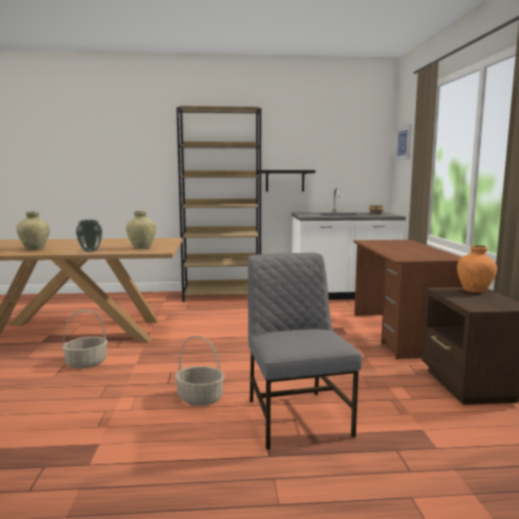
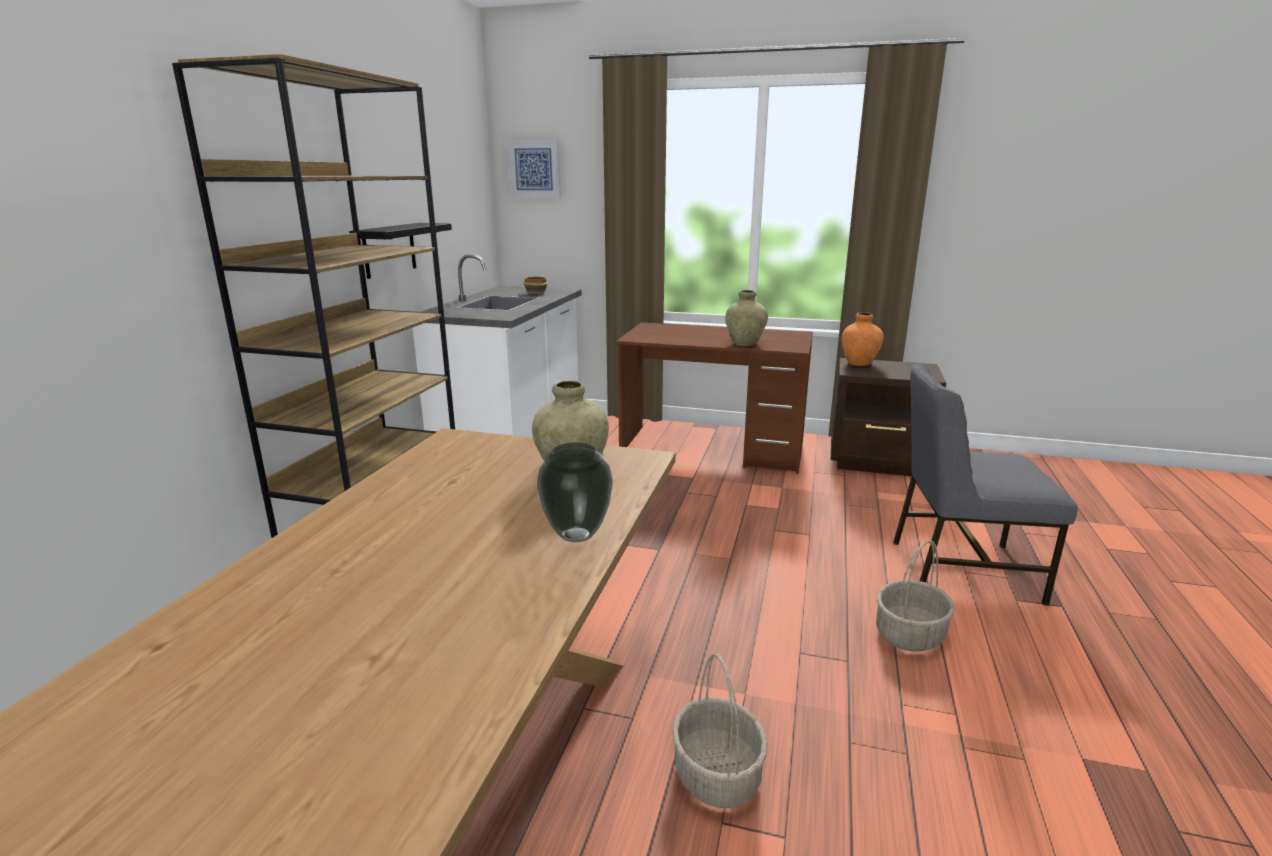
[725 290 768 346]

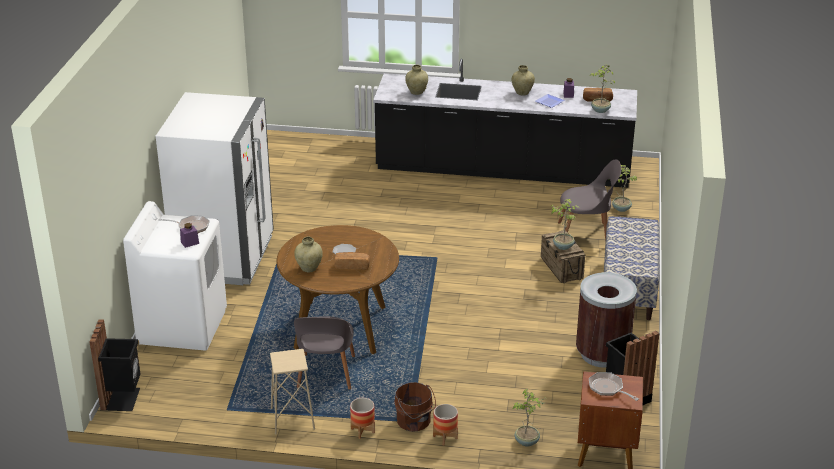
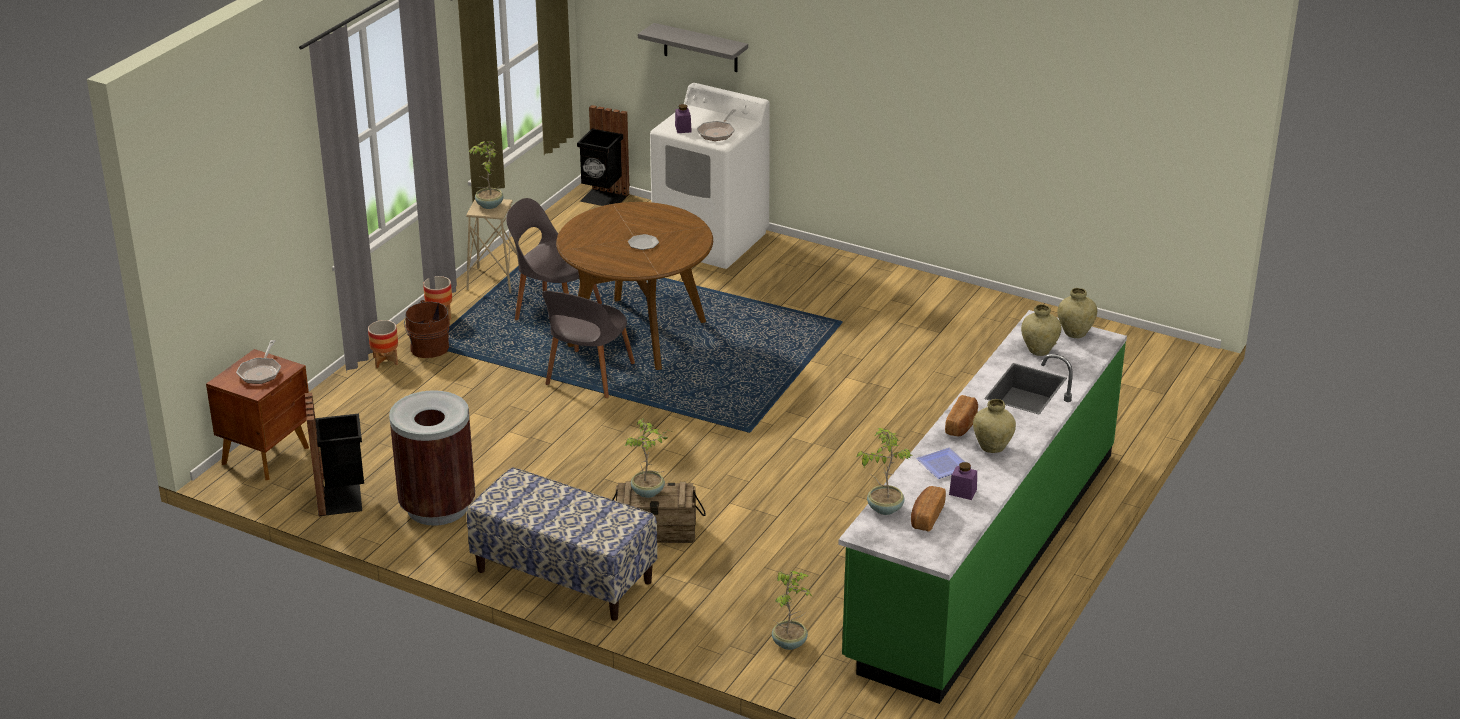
[156 92 274 285] (first image)
[1057 288 1097 338]
[945 395 978 437]
[838 310 1127 704]
[469 141 504 209]
[542 291 635 398]
[236 340 281 384]
[638 23 748 72]

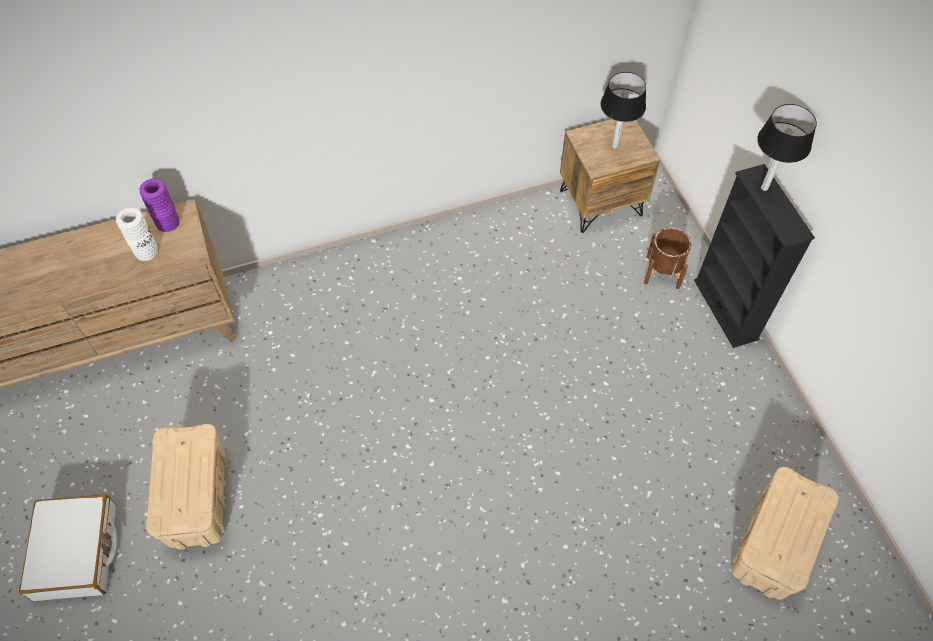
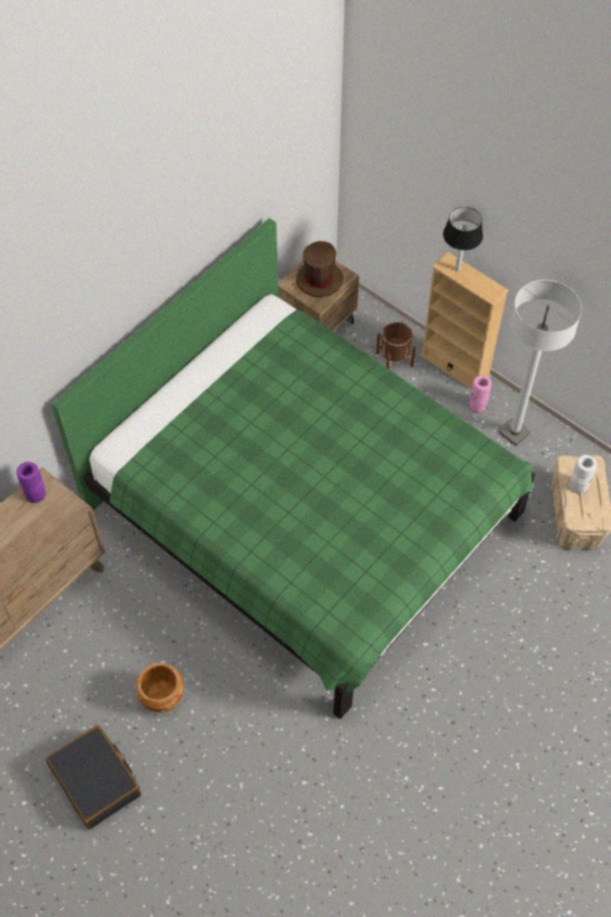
[46 725 141 830]
[569 455 597 493]
[136 663 184 712]
[296 241 344 297]
[420 252 509 390]
[52 218 535 719]
[469 375 492 413]
[499 280 582 446]

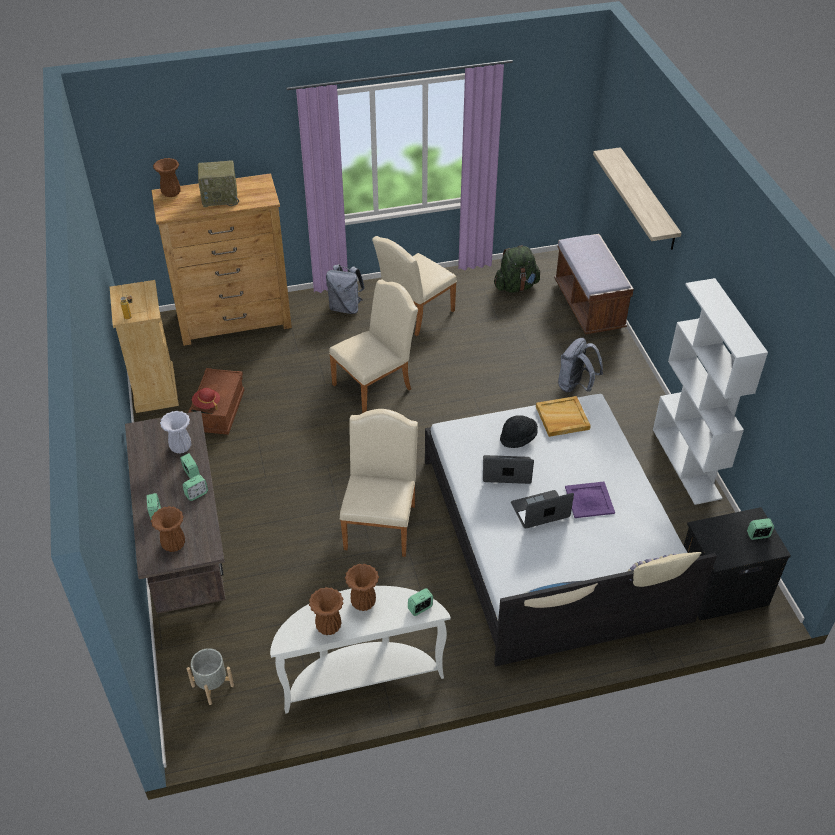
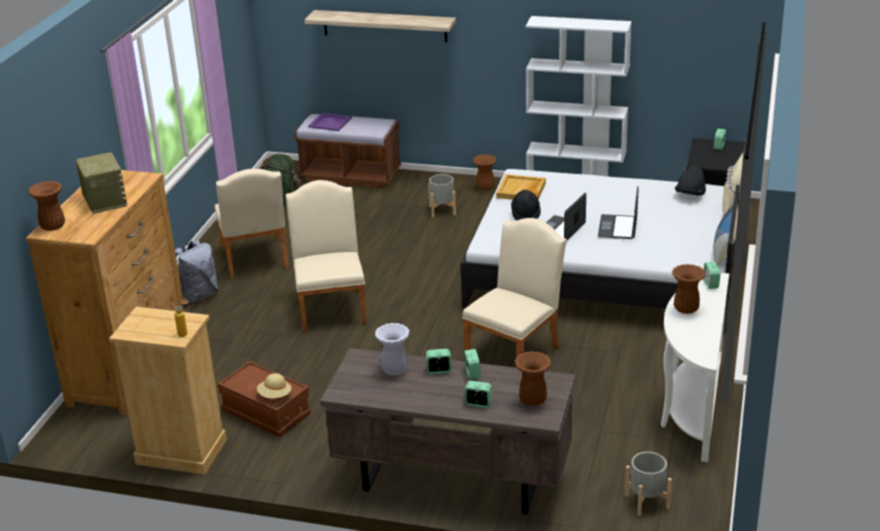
[257 373 292 398]
[76 152 127 214]
[473 154 497 190]
[462 218 567 357]
[428 174 456 217]
[308 113 352 131]
[675 165 706 195]

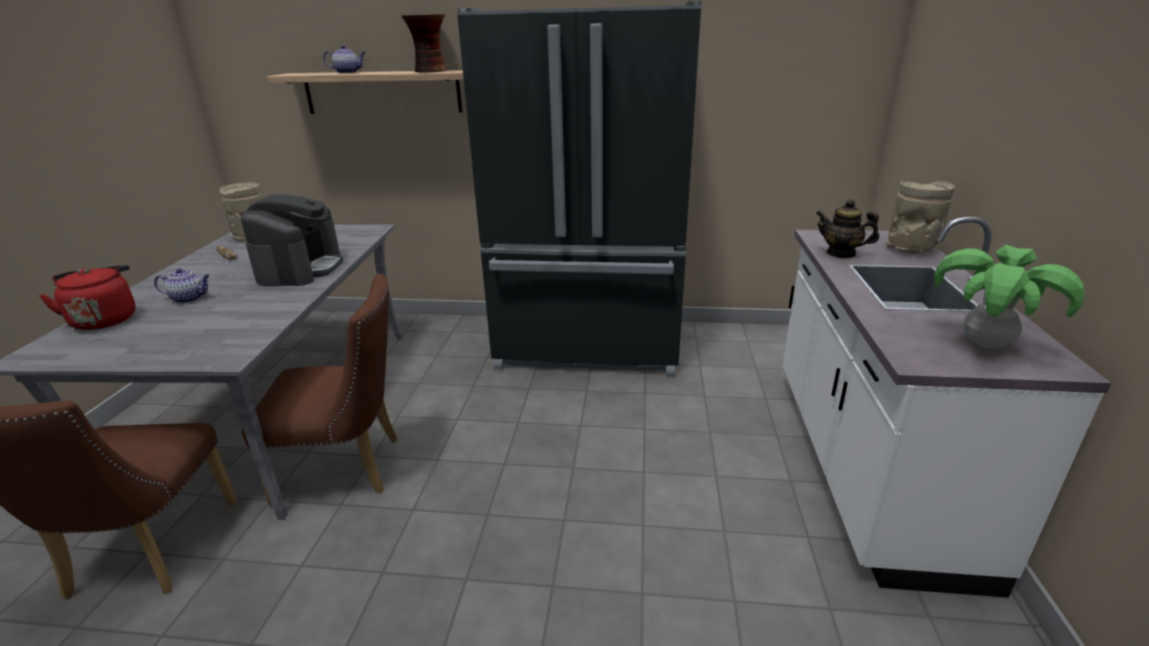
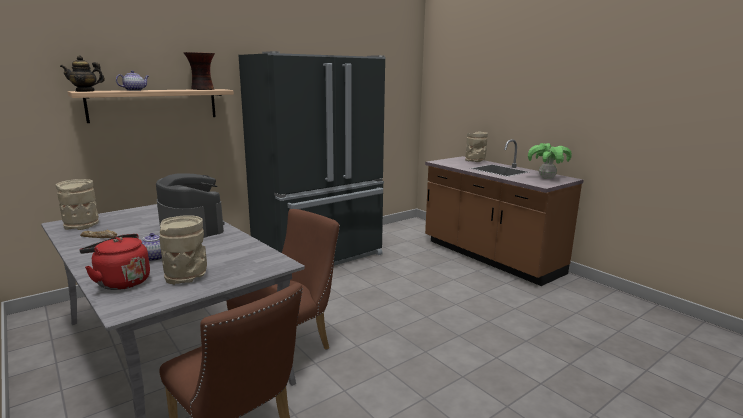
[425 139 583 286]
[60 55 105 92]
[159 215 207 285]

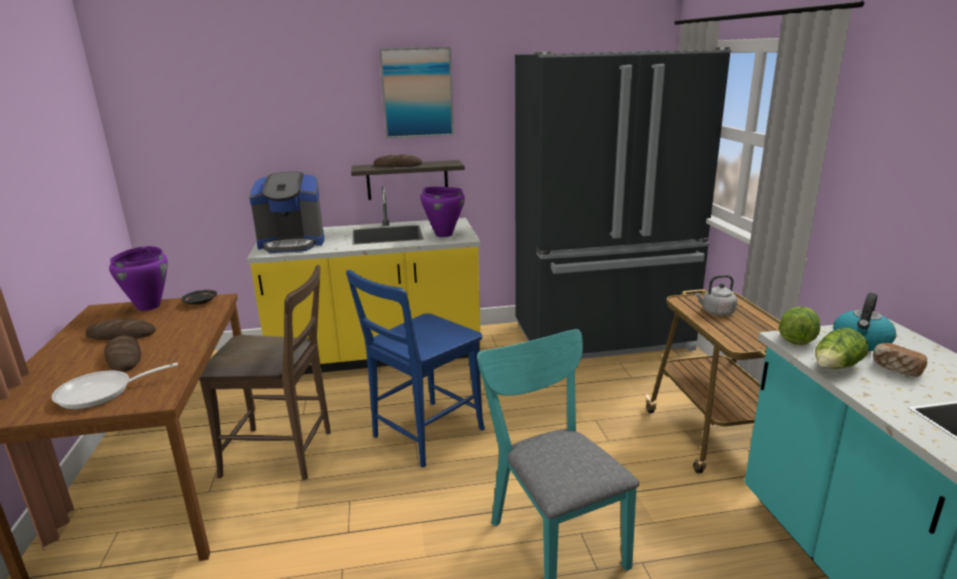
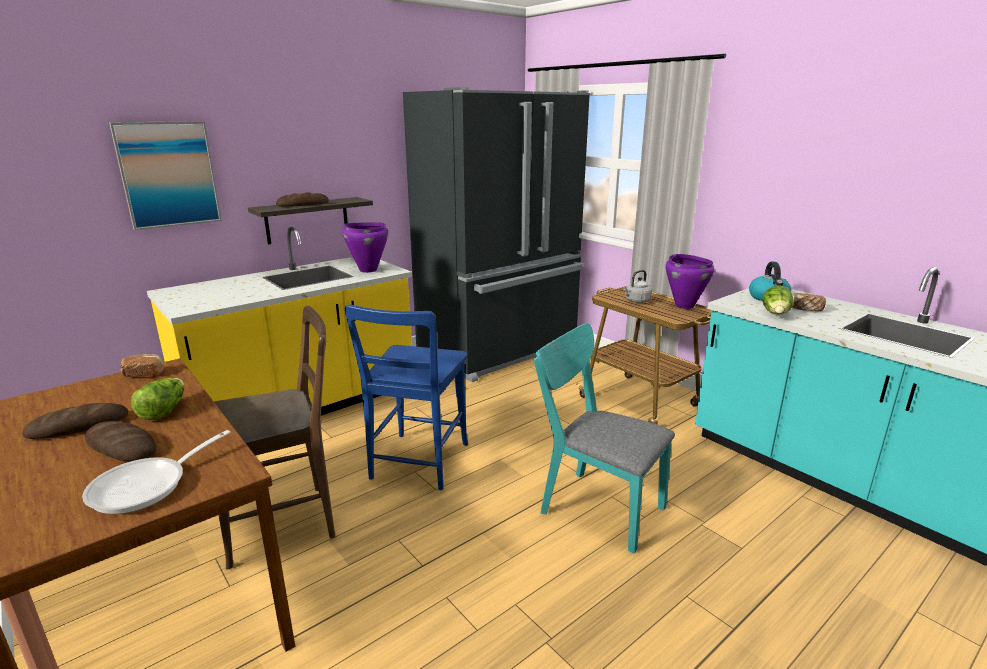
[666 254 714 309]
[121 354 164 377]
[249 172 324 253] (first image)
[109 121 222 230]
[131 378 184 420]

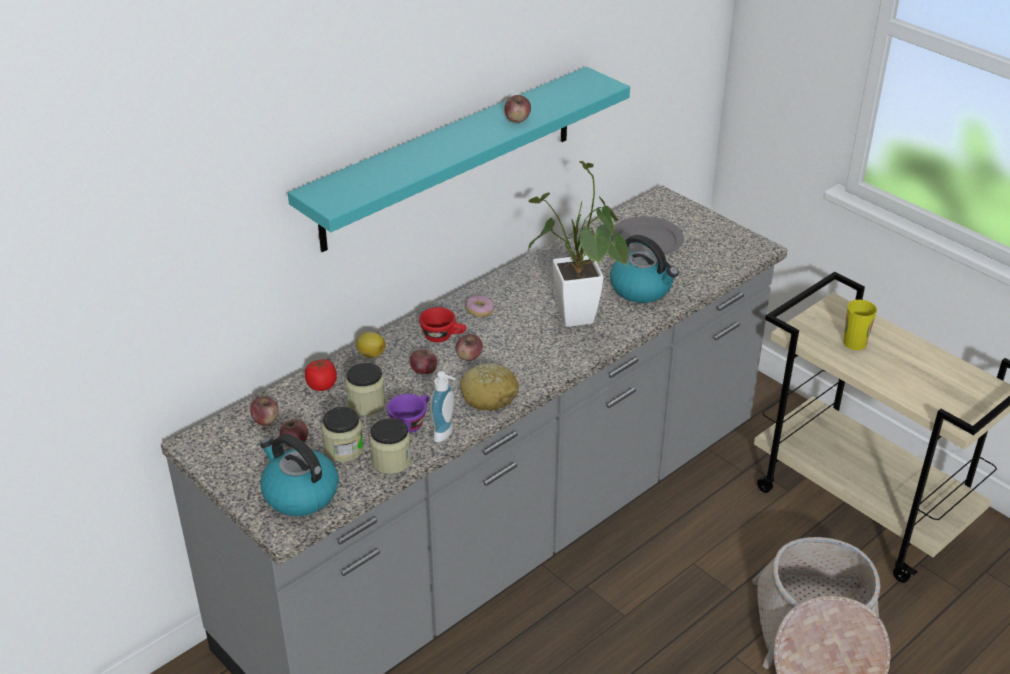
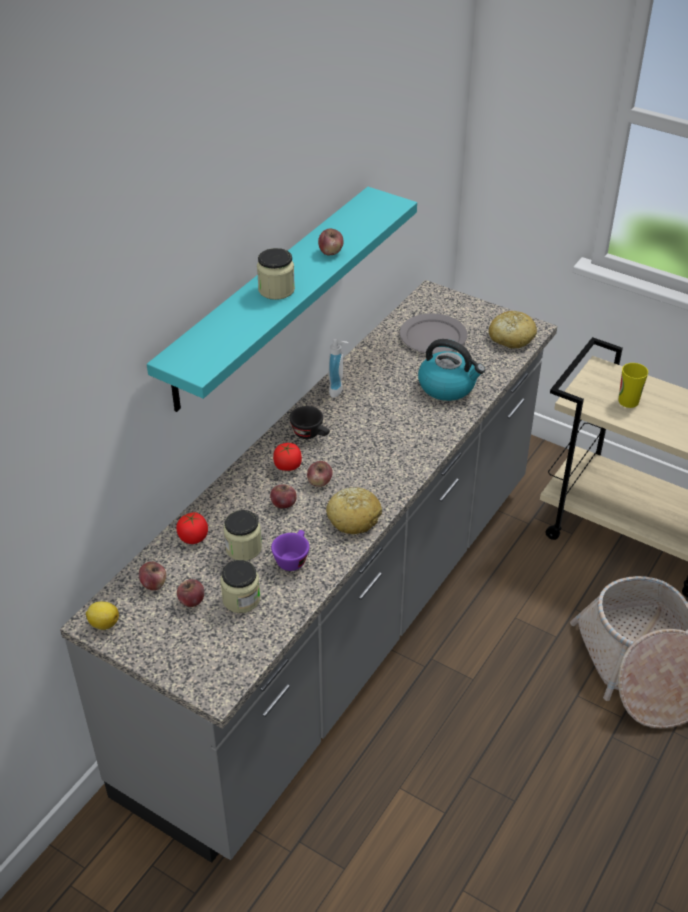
[260 434 339 516] (first image)
[86 601 119 630]
[257 248 295 300]
[273 443 302 471]
[328 339 349 398]
[289 406 330 439]
[527 161 629 327] (first image)
[489 311 537 348]

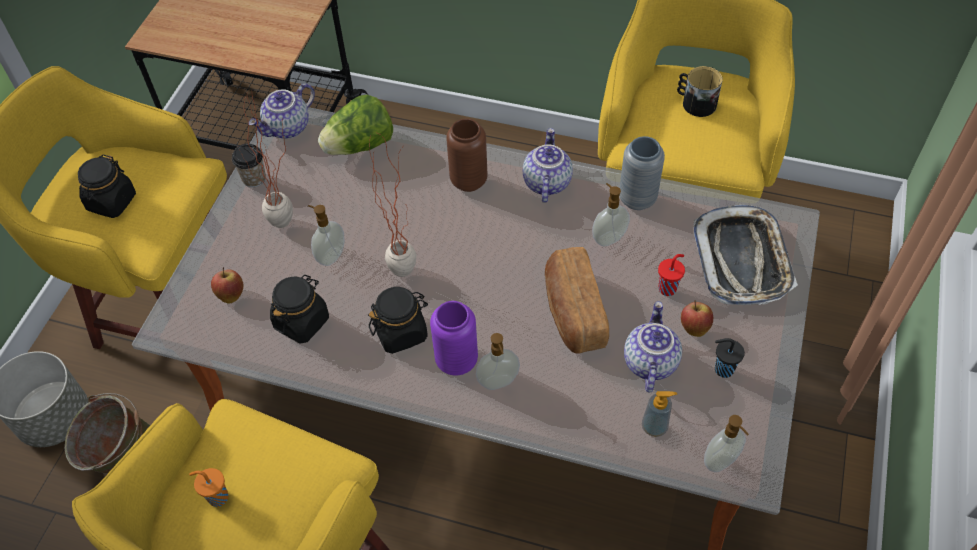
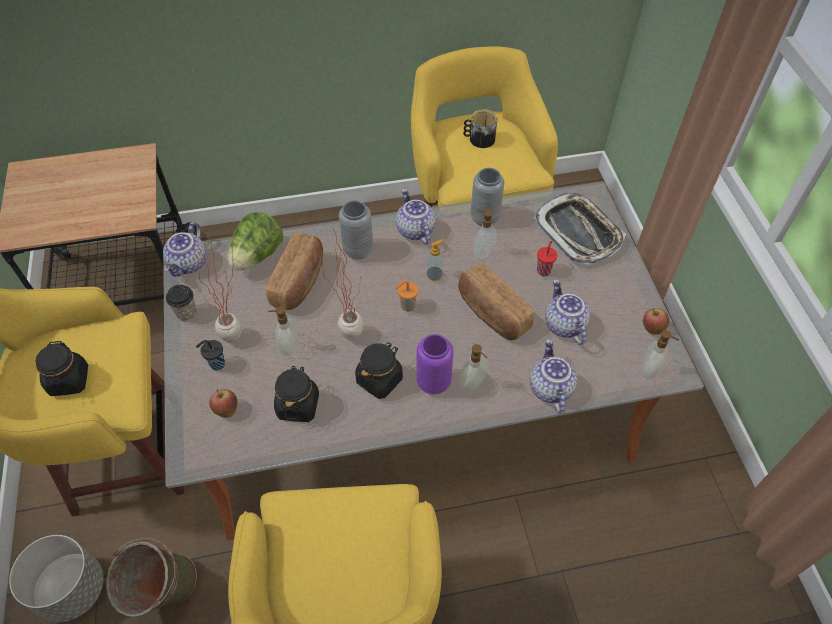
[395 280 418 311]
[339 200 373 259]
[425 239 445 281]
[643 308 669 335]
[196 340 225 370]
[266 232 323 310]
[530 339 577 414]

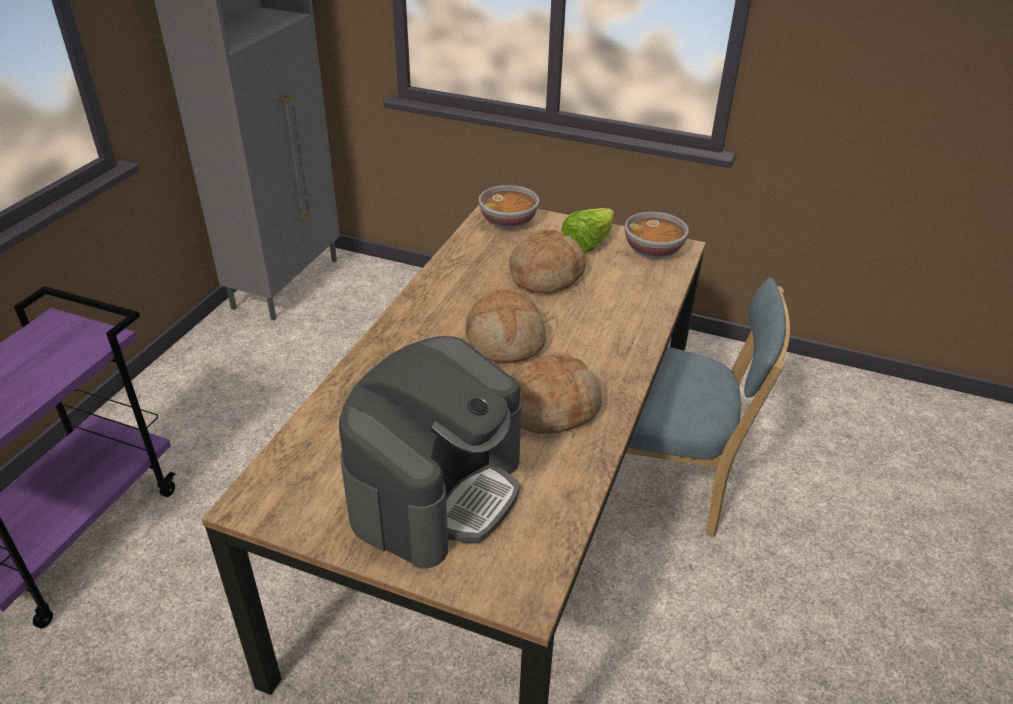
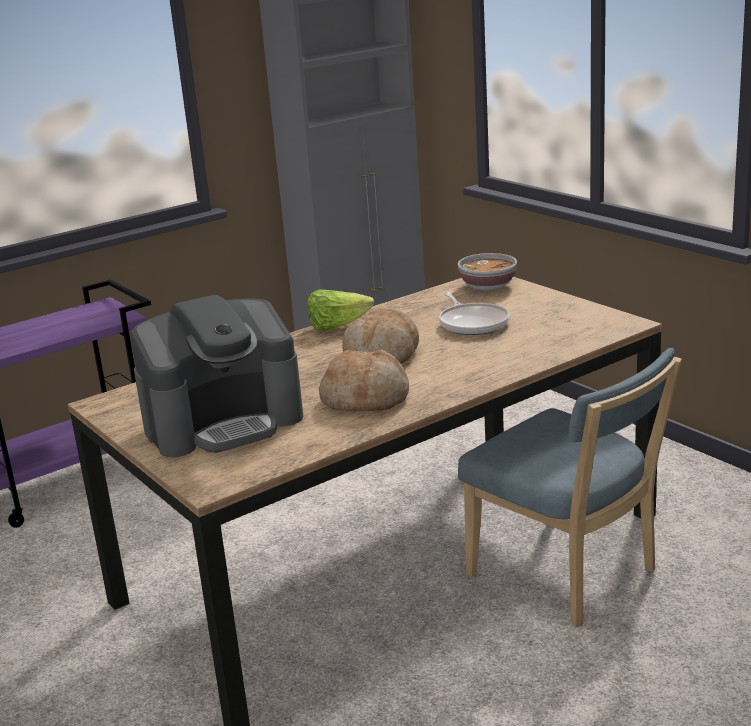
[439 292 510 335]
[308 290 374 331]
[625 212 689 259] (first image)

